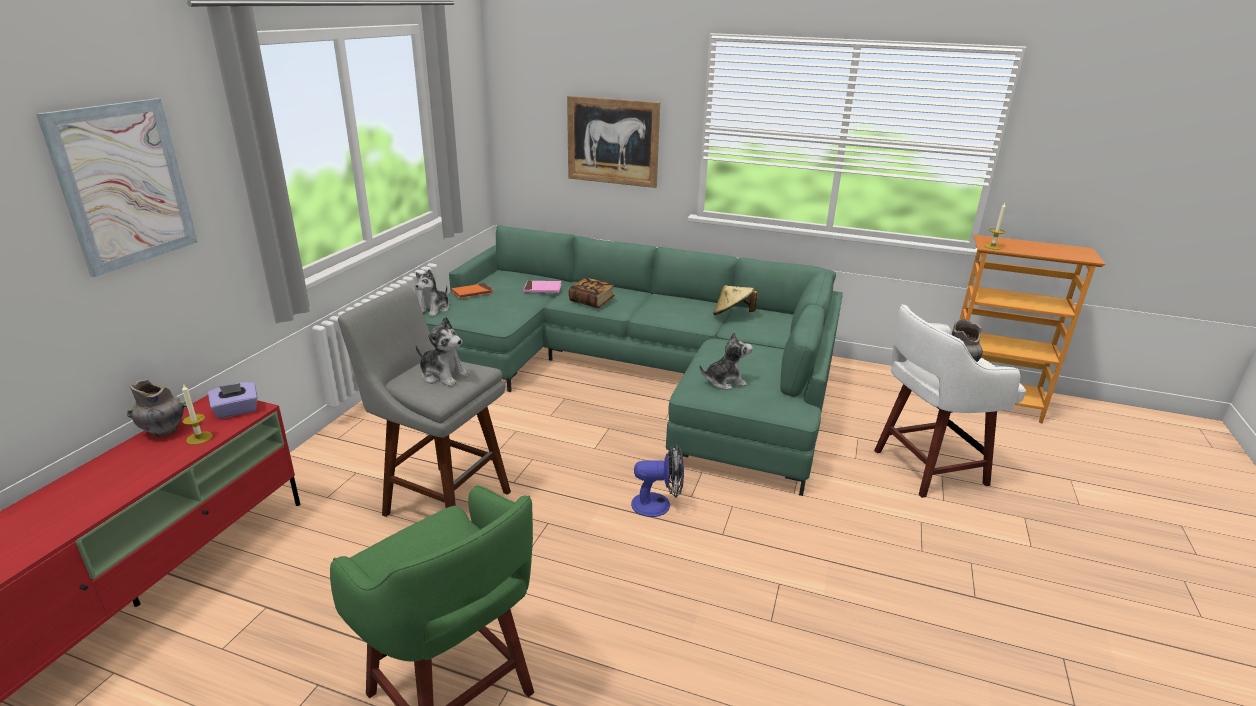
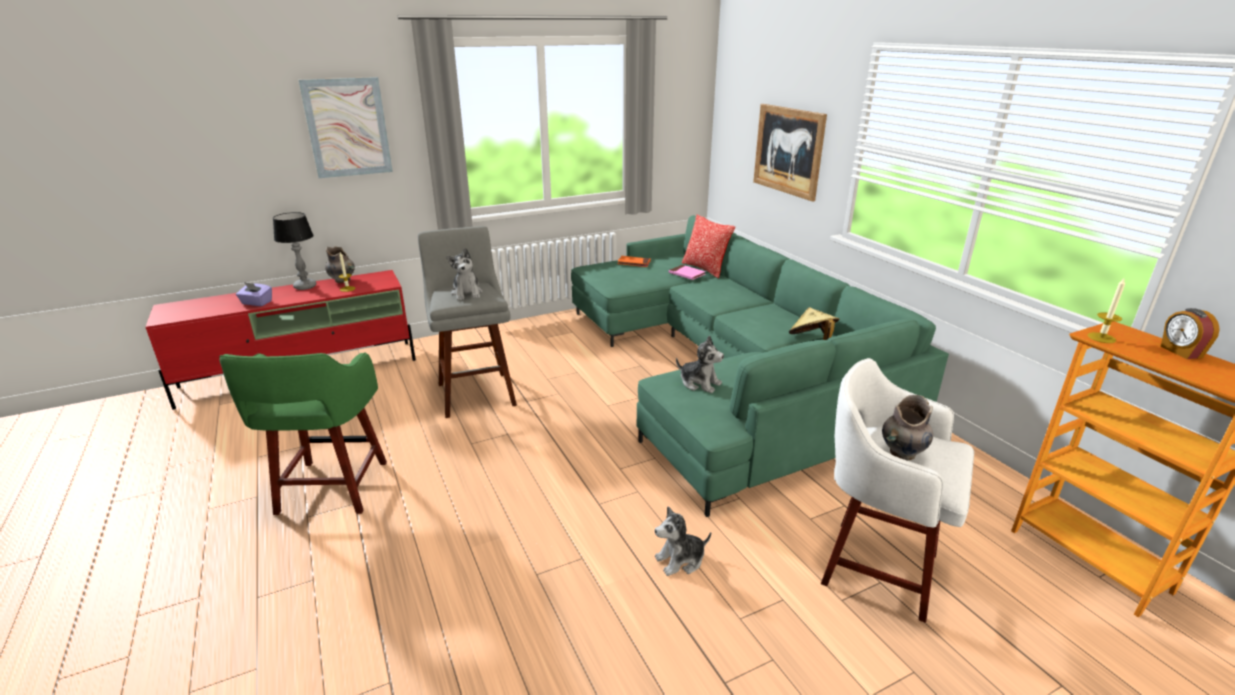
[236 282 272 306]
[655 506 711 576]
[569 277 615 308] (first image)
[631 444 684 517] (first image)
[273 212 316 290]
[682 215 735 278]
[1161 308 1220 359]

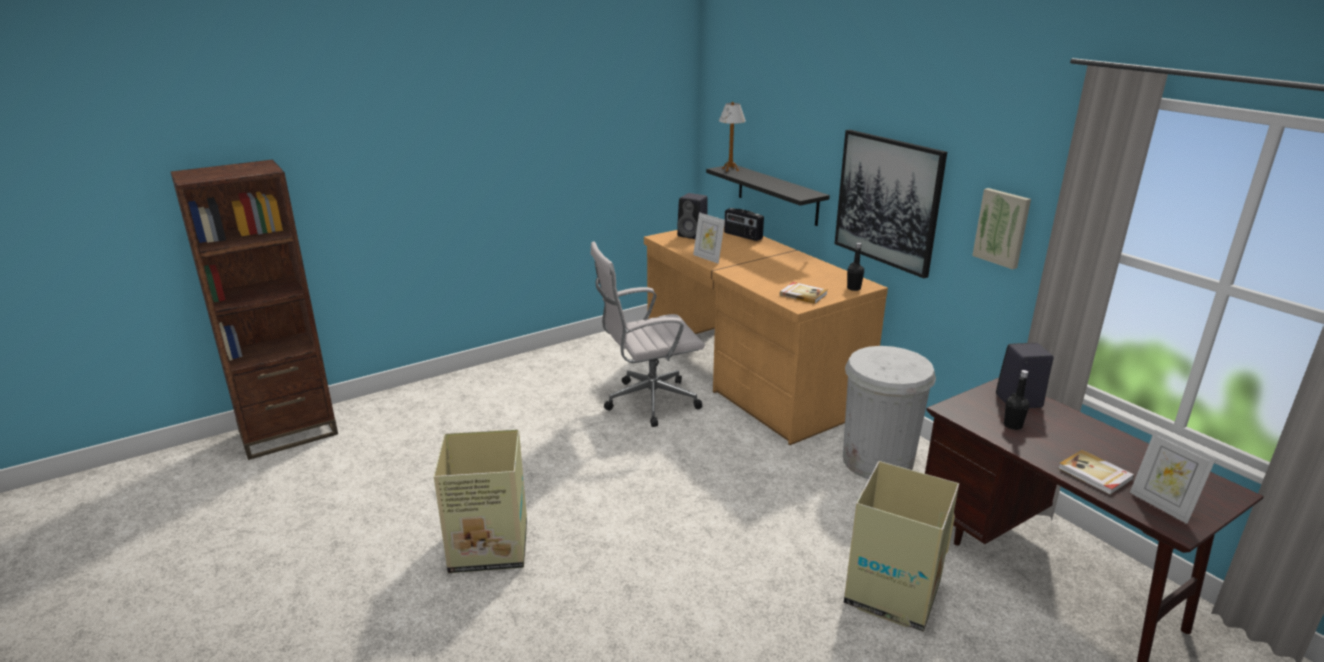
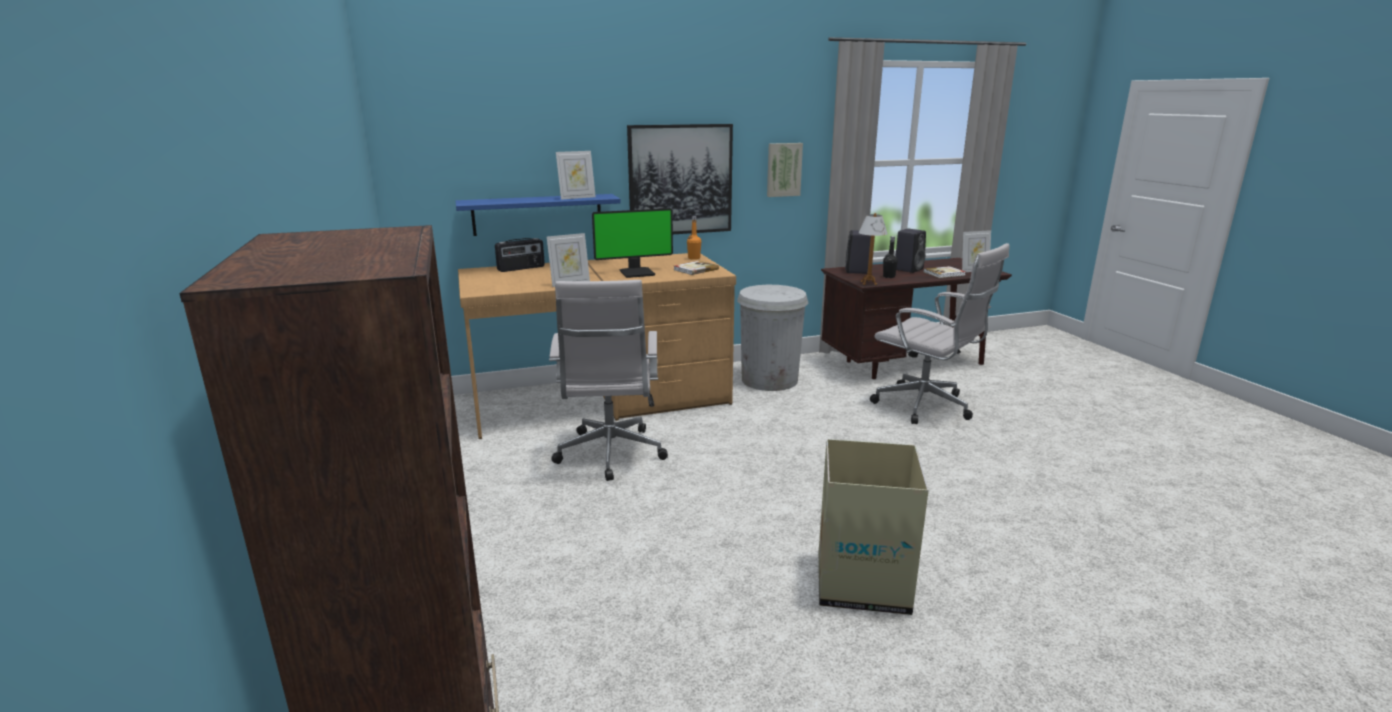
[895 229 926 273]
[456 194 621 236]
[859 213 888 285]
[870 243 1010 424]
[687 216 701 260]
[556 151 596 200]
[592 208 673 278]

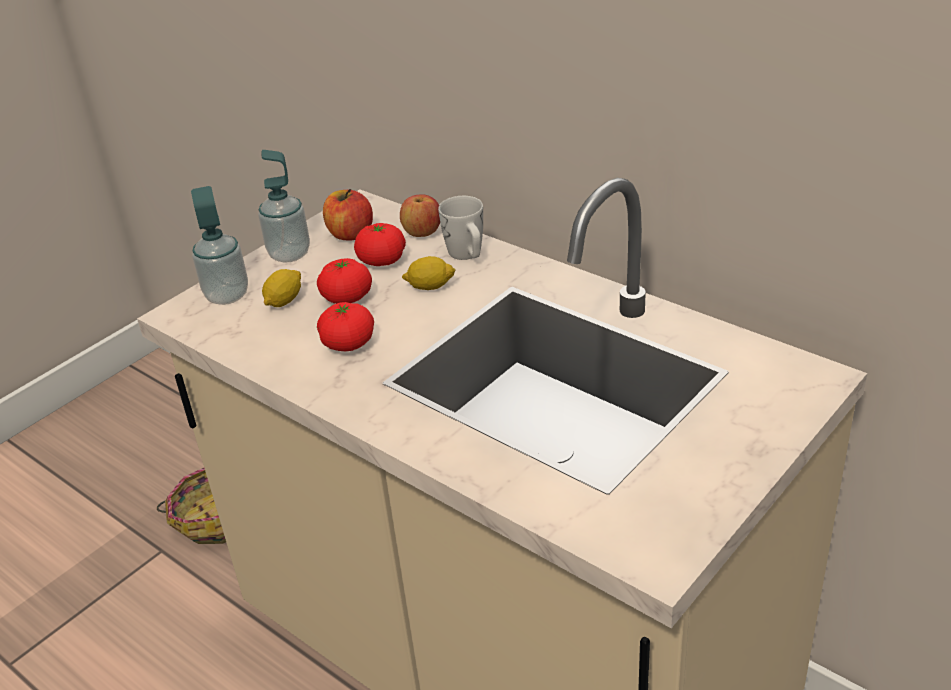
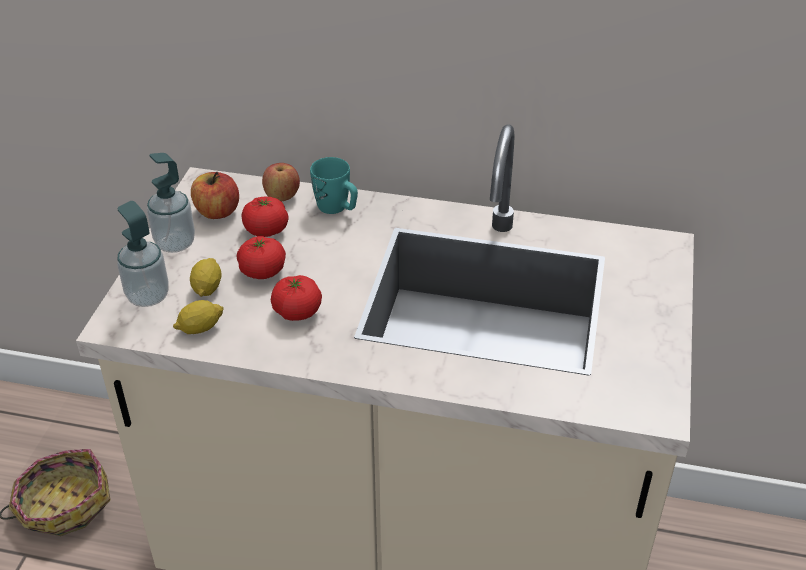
[173 300 224 334]
[310 157 358 214]

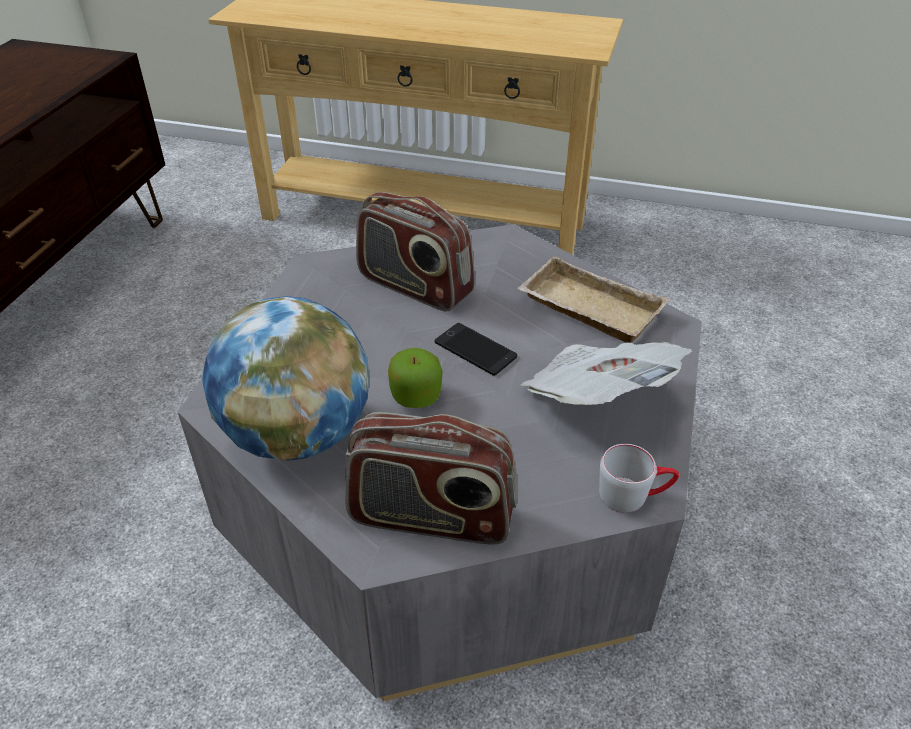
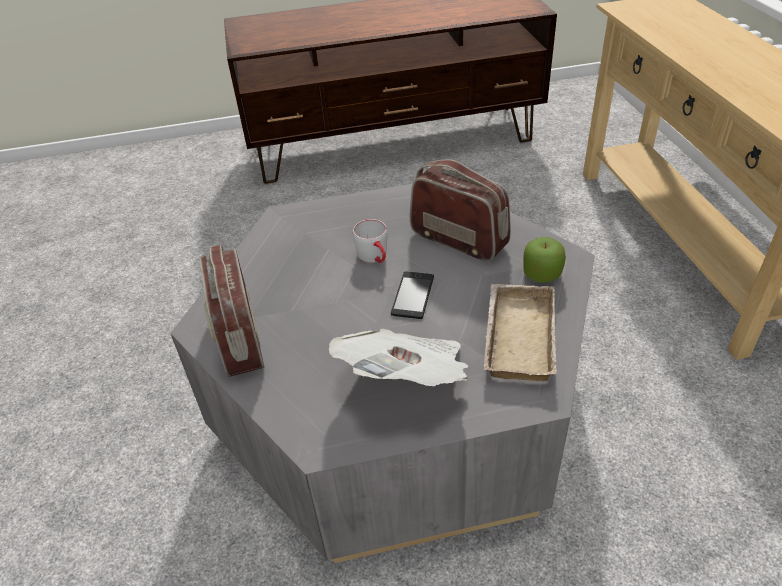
[202 296 370 461] (first image)
[410 159 511 261]
[523 237 566 283]
[353 219 388 263]

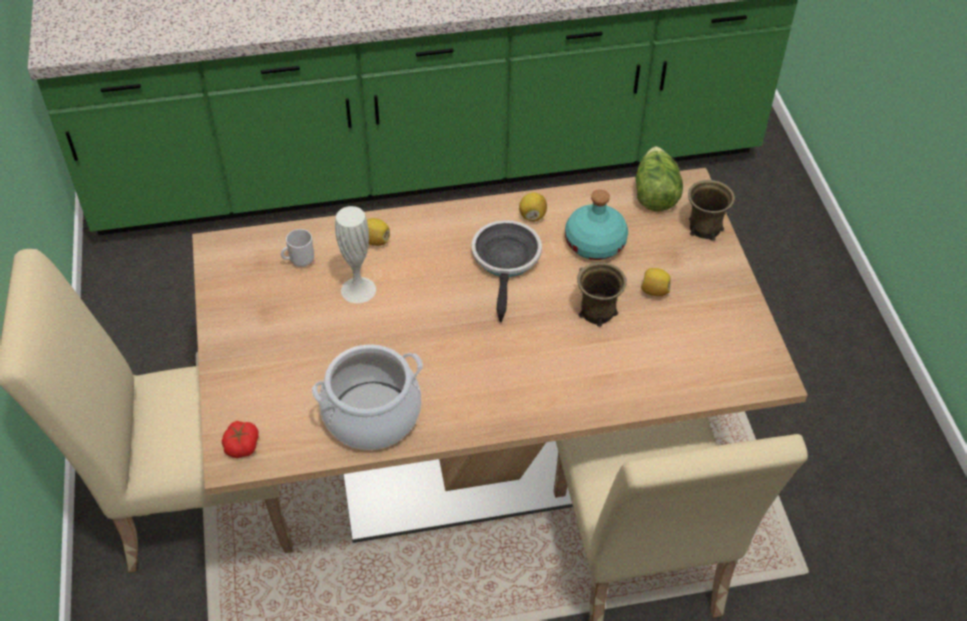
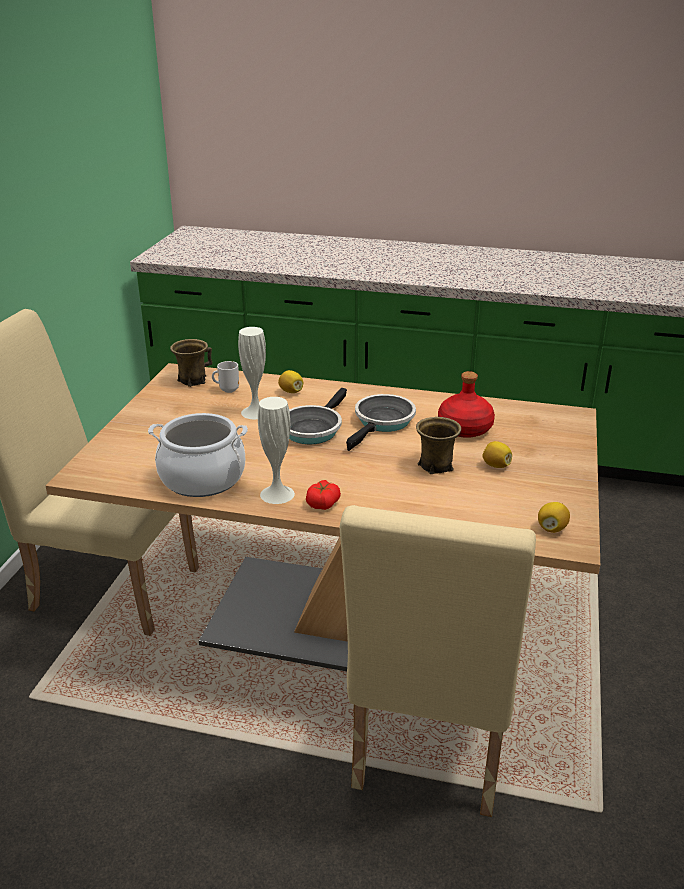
[306 480 341 510]
[538 502 570 533]
[438 371 495 438]
[636 147 683 211] (first image)
[170 339 212 387]
[258 397 295 504]
[289 388 347 444]

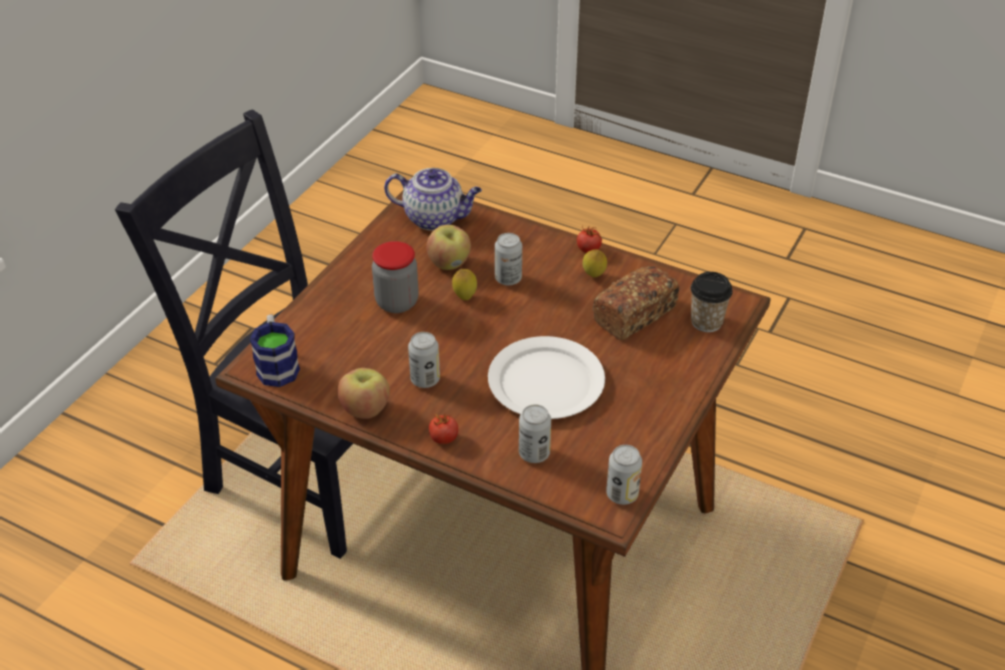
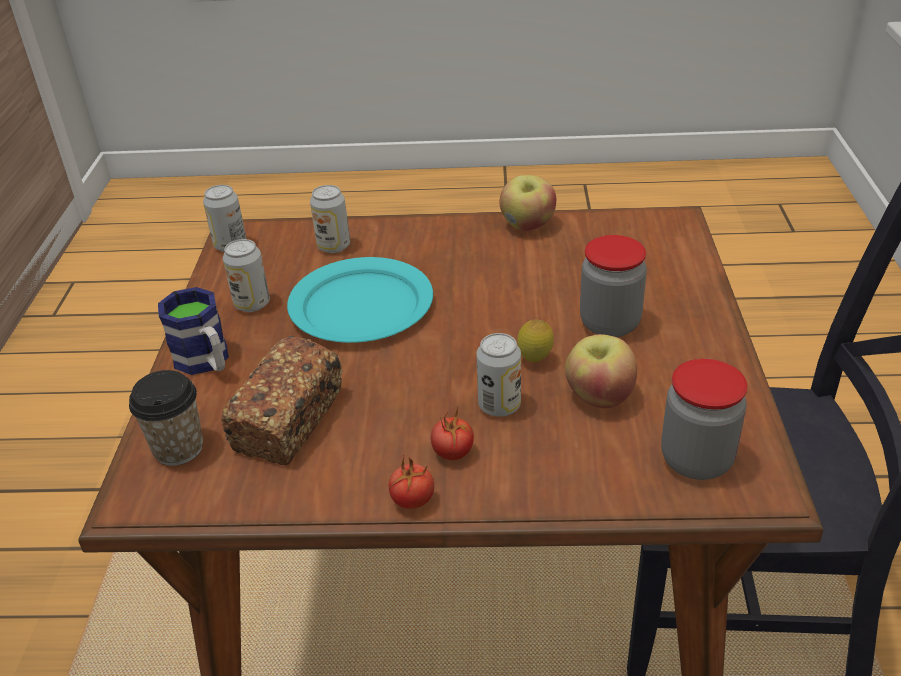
[158 287 229 375]
[661 359 747 480]
[223 239 270 312]
[431 406 474 460]
[287 257 433 343]
[583 250 607 277] (first image)

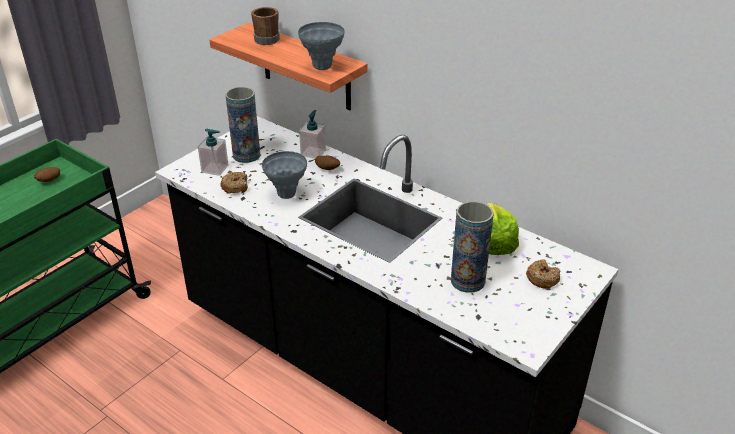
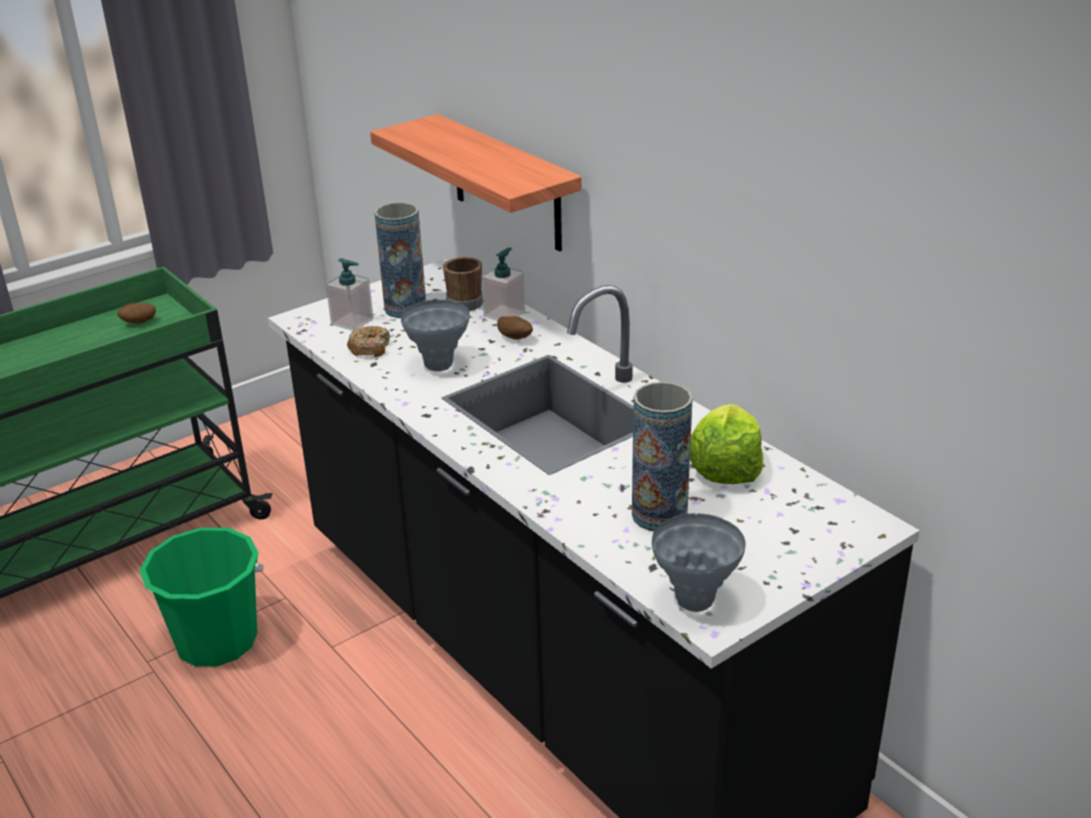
[443 257 483 311]
[652 513 746 612]
[526 260 560 289] (first image)
[140 528 264 667]

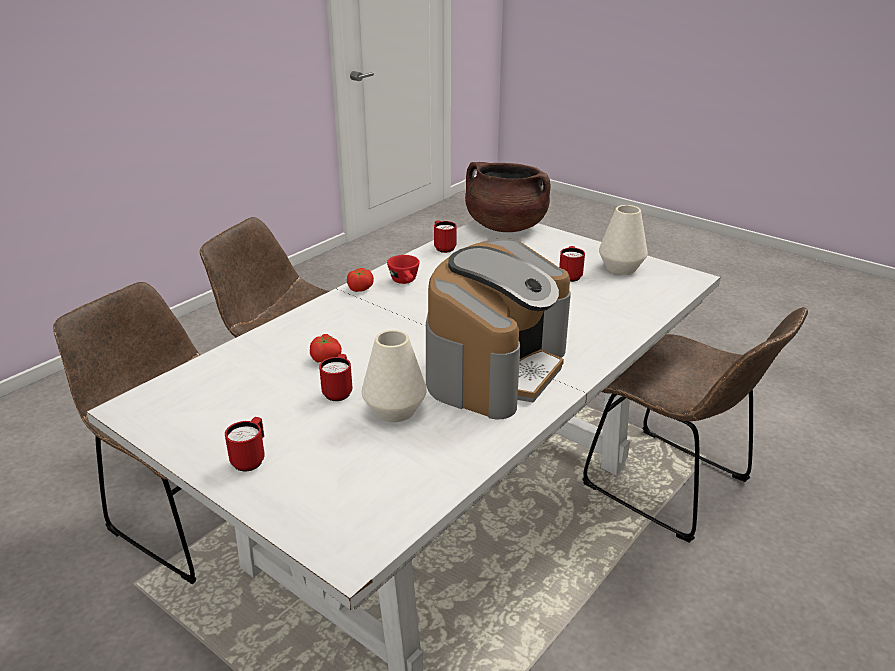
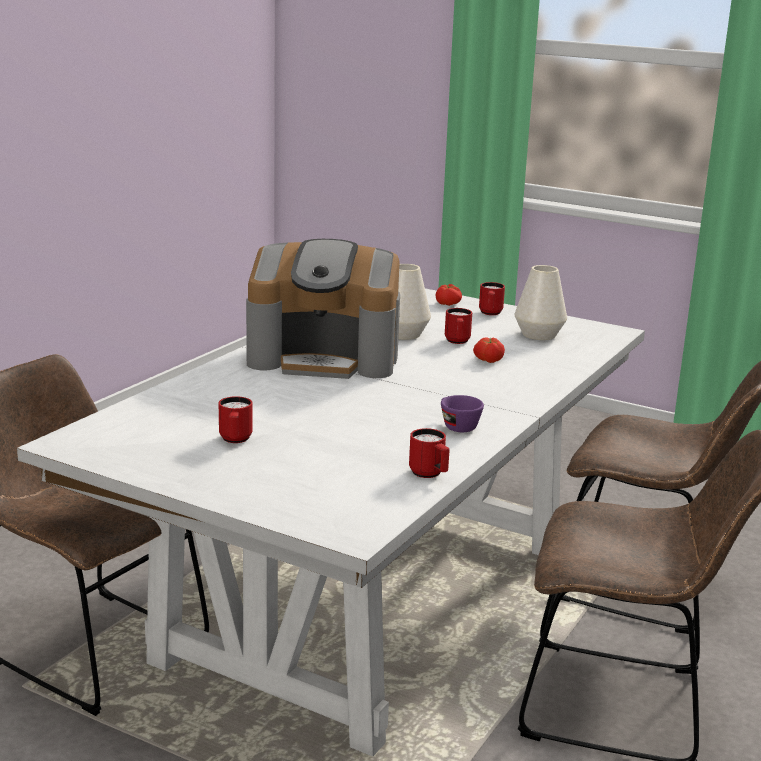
[436 284 462 306]
[441 395 484 432]
[246 239 400 379]
[465 162 551 232] (first image)
[515 265 567 340]

